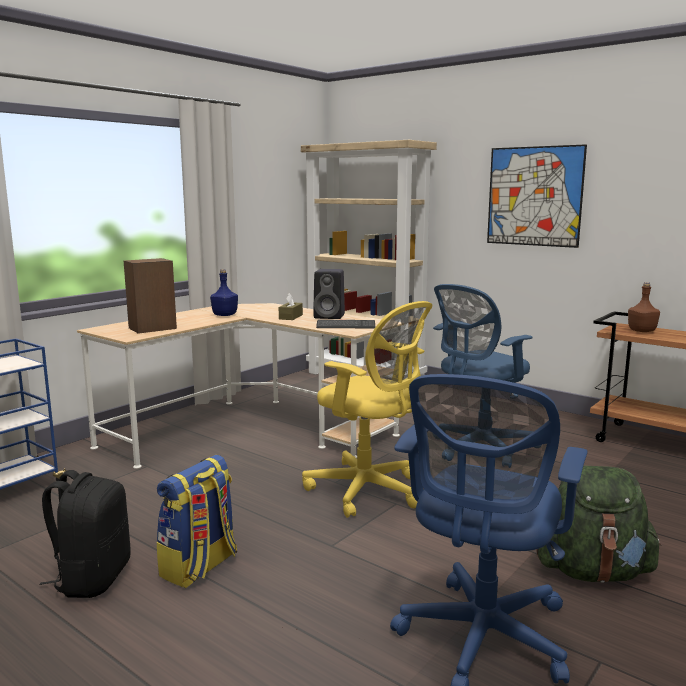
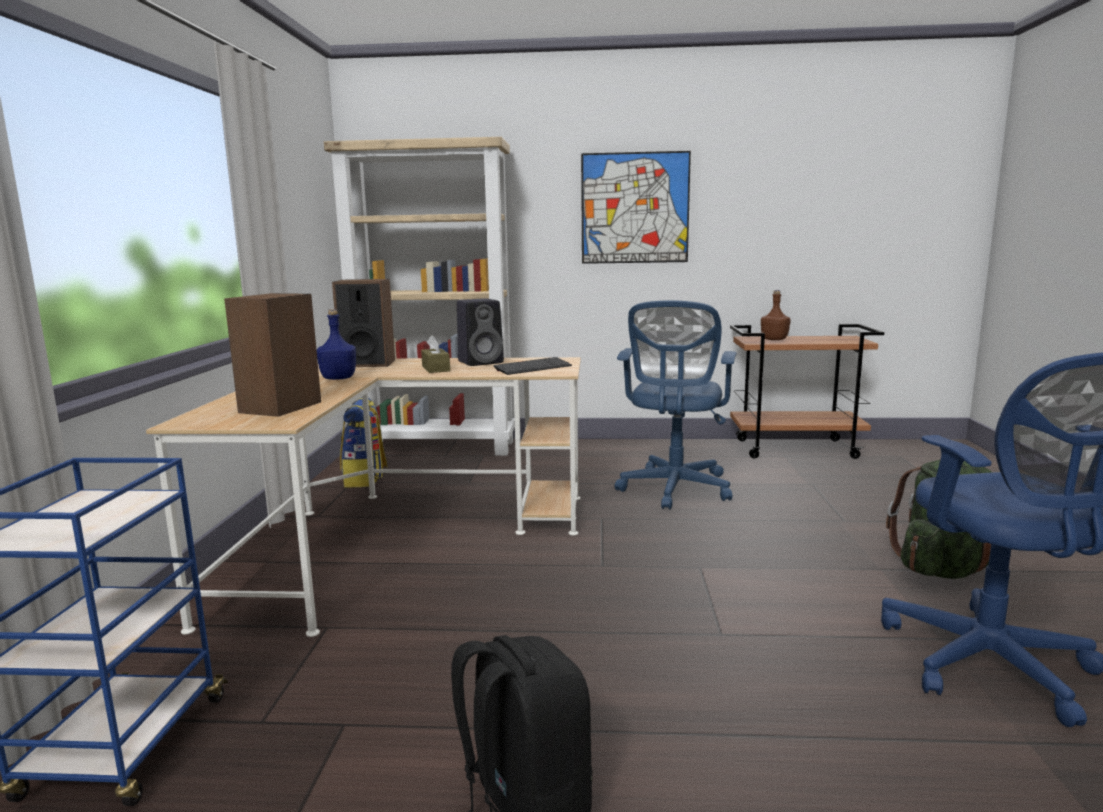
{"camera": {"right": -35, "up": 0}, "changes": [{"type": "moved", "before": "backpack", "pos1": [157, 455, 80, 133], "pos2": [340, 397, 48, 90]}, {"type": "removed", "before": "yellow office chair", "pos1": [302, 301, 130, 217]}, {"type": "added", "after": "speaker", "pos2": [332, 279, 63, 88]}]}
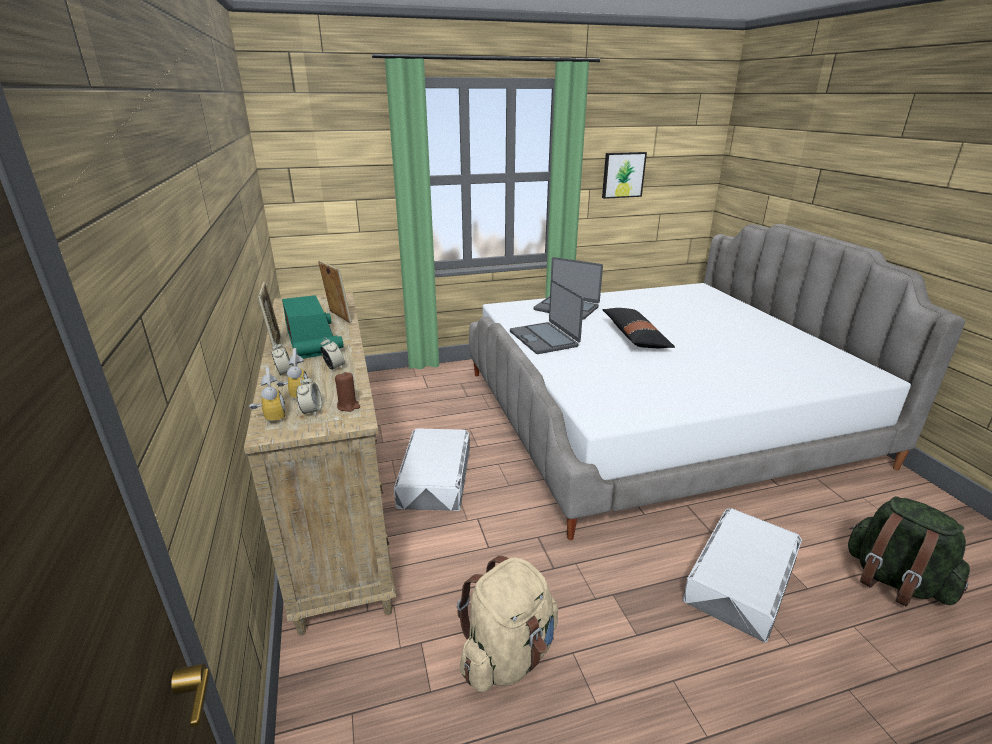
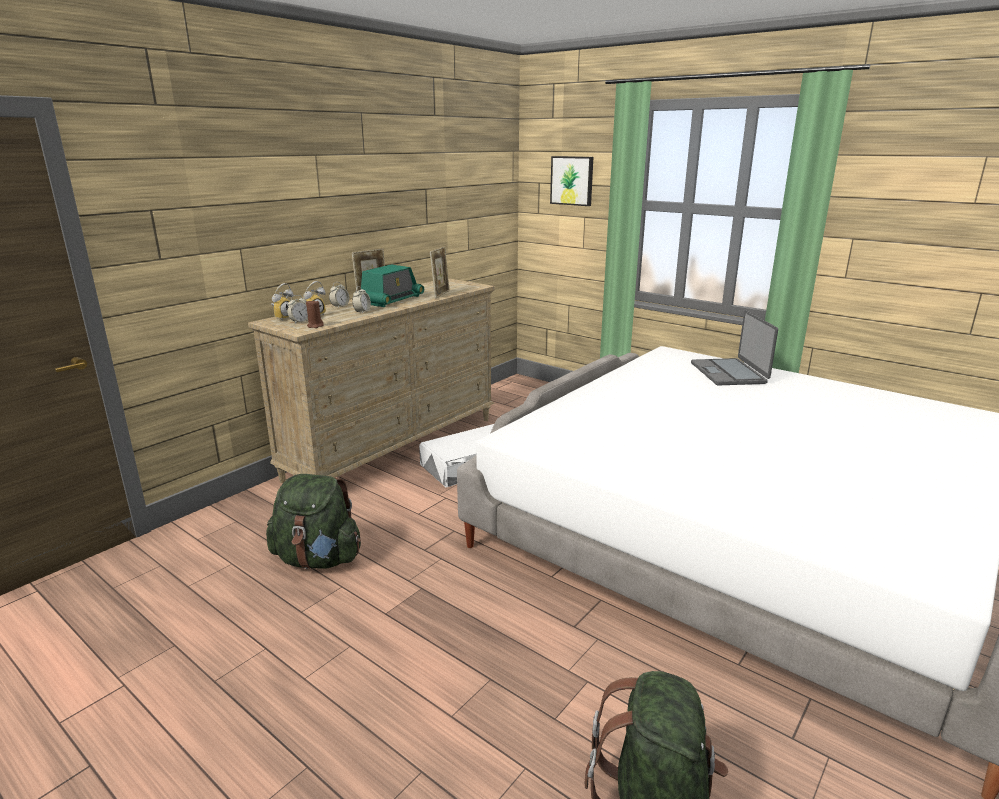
{"camera": {"right": 55, "up": -5}, "changes": [{"type": "recoloured", "before": "beige backpack", "after": "green backpack", "pos1": [457, 556, 101, 136], "pos2": [266, 474, 95, 95]}, {"type": "removed", "before": "laptop", "pos1": [510, 279, 74, 75]}, {"type": "moved", "before": "picture", "pos1": [602, 152, 45, 47], "pos2": [550, 156, 43, 50]}, {"type": "removed", "before": "black pillow", "pos1": [602, 308, 73, 40]}, {"type": "removed", "before": "white storage box", "pos1": [683, 508, 119, 135]}]}
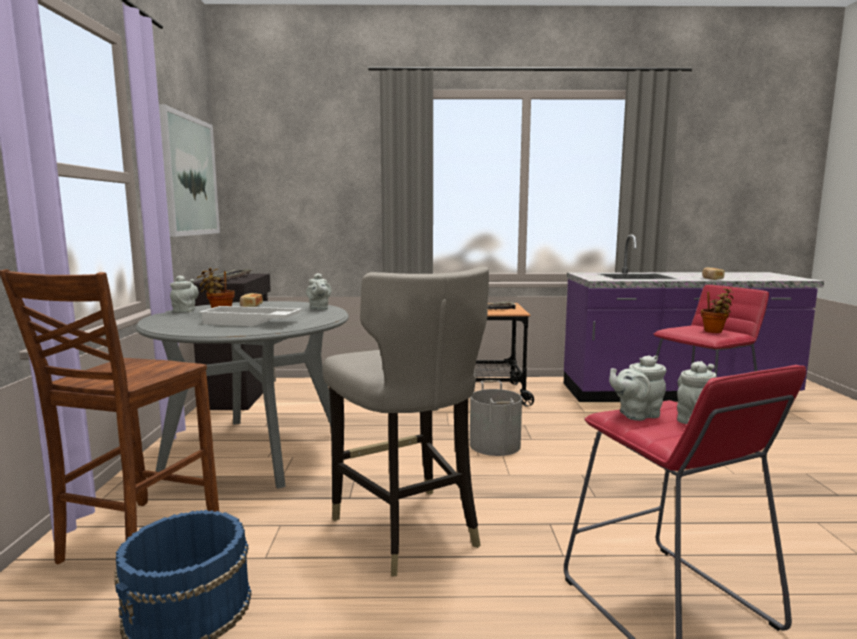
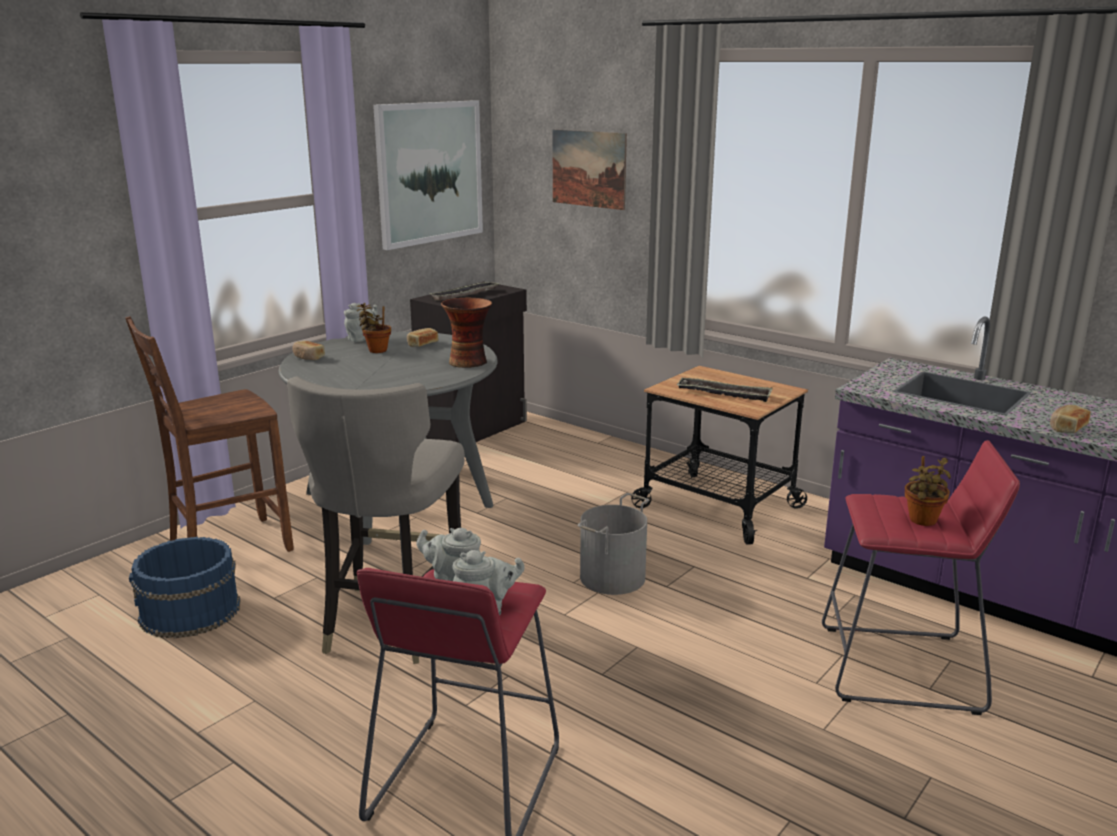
{"camera": {"right": 40, "up": 10}, "changes": [{"type": "removed", "before": "white tray", "pos1": [199, 306, 103, 20]}, {"type": "replaced", "before": "grey teapot", "after": "vase", "pos1": [306, 273, 25, 37], "pos2": [441, 298, 51, 70]}, {"type": "added", "after": "bread", "pos2": [292, 341, 33, 19]}, {"type": "added", "after": "picture", "pos2": [553, 129, 74, 81]}]}
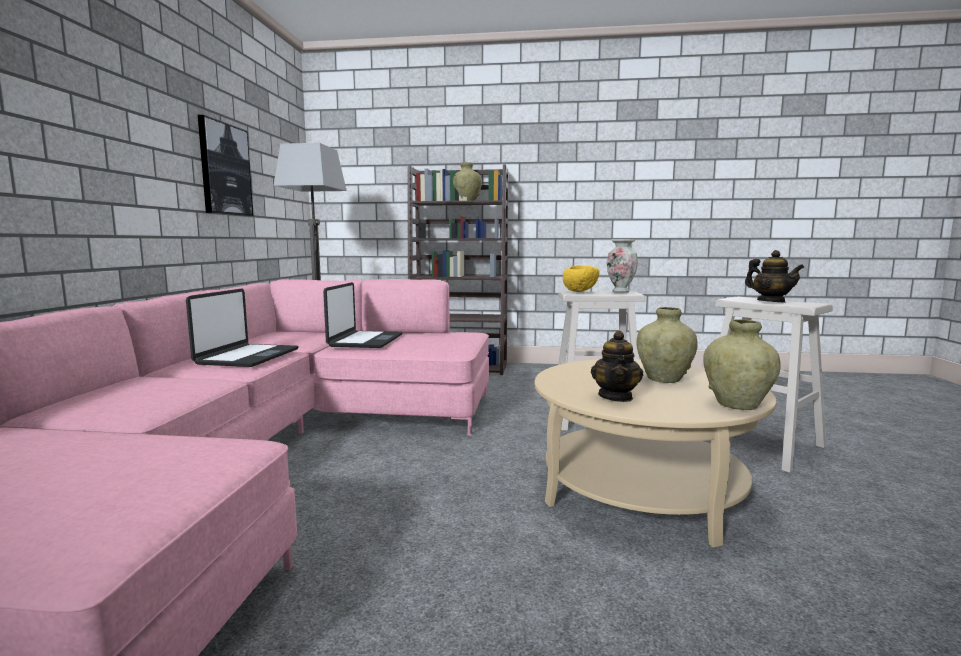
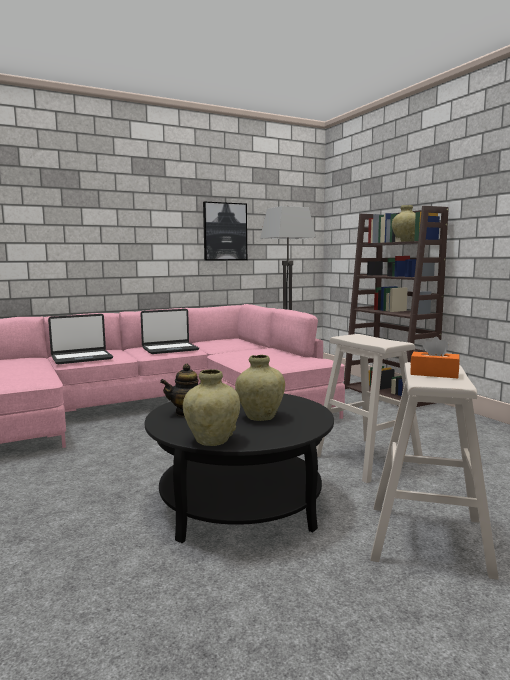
{"camera": {"right": 55, "up": 0}, "changes": [{"type": "moved", "before": "laptop", "pos1": [323, 282, 80, 66], "pos2": [48, 314, 65, 50]}, {"type": "recoloured", "before": "beige coffee table", "after": "black coffee table", "pos1": [534, 359, 242, 189], "pos2": [145, 394, 189, 149]}, {"type": "removed", "before": "yellow bowl", "pos1": [563, 265, 36, 27]}, {"type": "removed", "before": "vase", "pos1": [606, 239, 32, 54]}, {"type": "replaced", "before": "teapot", "after": "orange tissue box", "pos1": [745, 250, 59, 52], "pos2": [410, 337, 50, 41]}]}
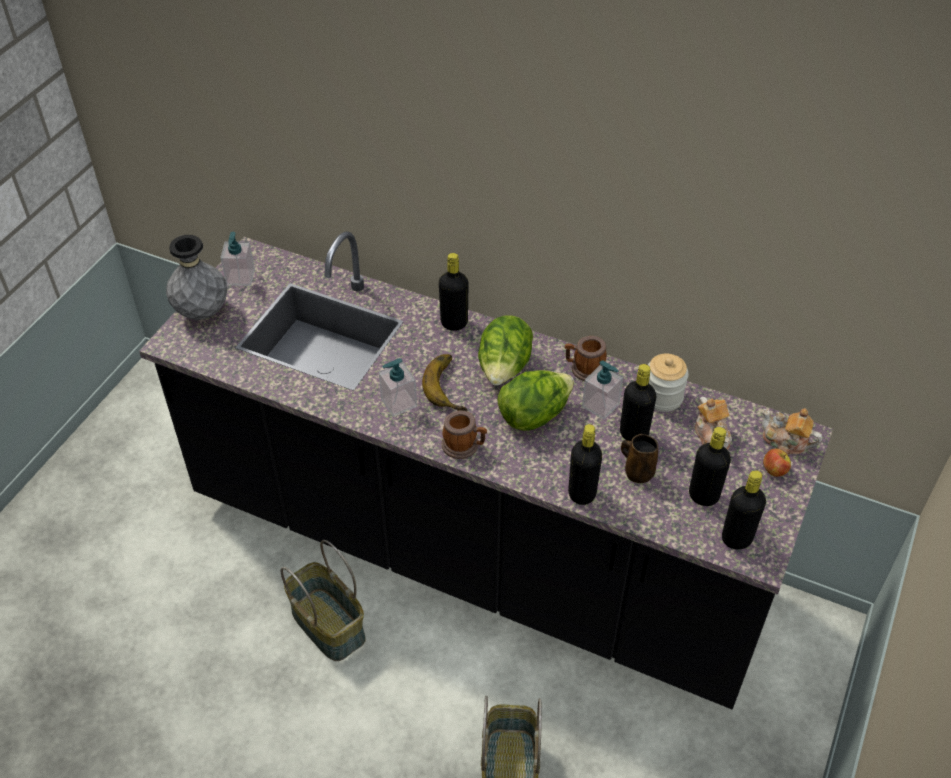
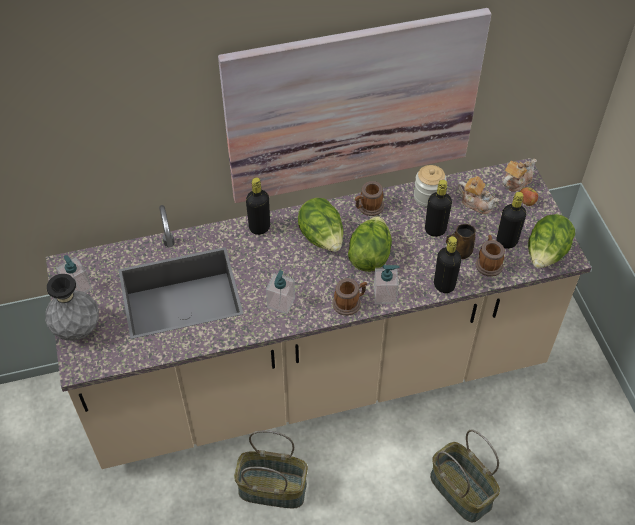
{"camera": {"right": -40, "up": 5}, "changes": [{"type": "recoloured", "before": "black counter", "after": "beige counter", "pos1": [139, 231, 694, 478], "pos2": [46, 158, 546, 311]}, {"type": "removed", "before": "banana", "pos1": [422, 354, 45, 57]}, {"type": "moved", "before": "soap dispenser", "pos1": [582, 360, 41, 60], "pos2": [374, 265, 26, 39]}, {"type": "replaced", "before": "black bottle", "after": "lettuce", "pos1": [722, 470, 44, 80], "pos2": [528, 214, 47, 54]}, {"type": "turned", "before": "teapot", "pos1": [762, 408, 60, 47], "pos2": [502, 159, 35, 33], "turn": 150}, {"type": "added", "after": "picture", "pos2": [218, 8, 273, 195]}, {"type": "added", "after": "mug", "pos2": [476, 235, 29, 42]}]}
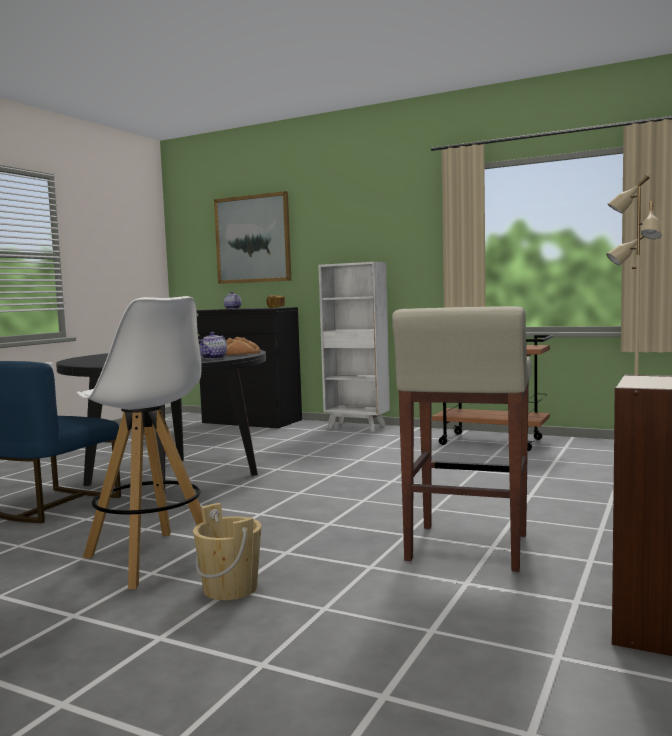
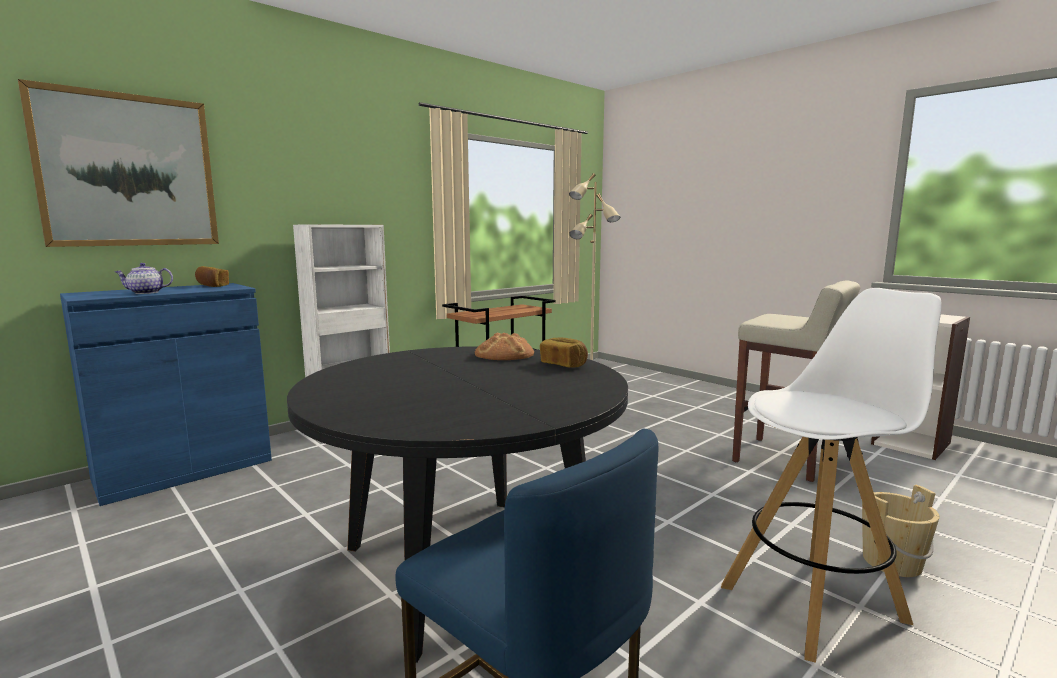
{"camera": {"right": -70, "up": 5}, "changes": [{"type": "recoloured", "before": "black cabinet", "after": "blue cabinet", "pos1": [197, 307, 105, 121], "pos2": [60, 283, 212, 223]}, {"type": "replaced", "before": "teapot", "after": "bread", "pos1": [199, 332, 28, 27], "pos2": [540, 337, 48, 31]}]}
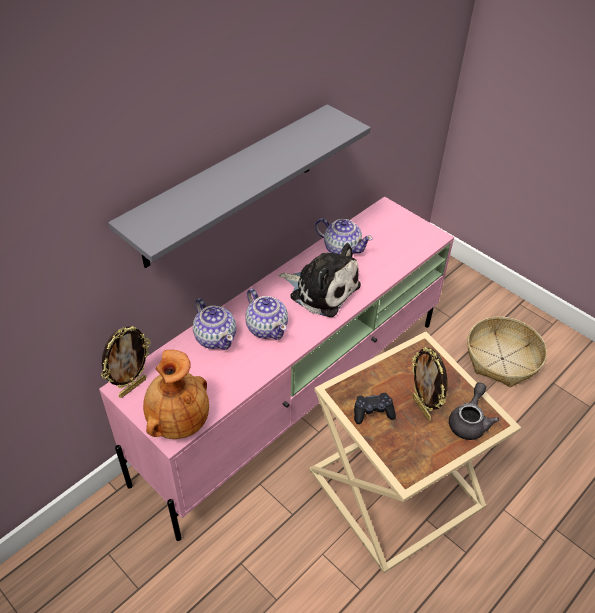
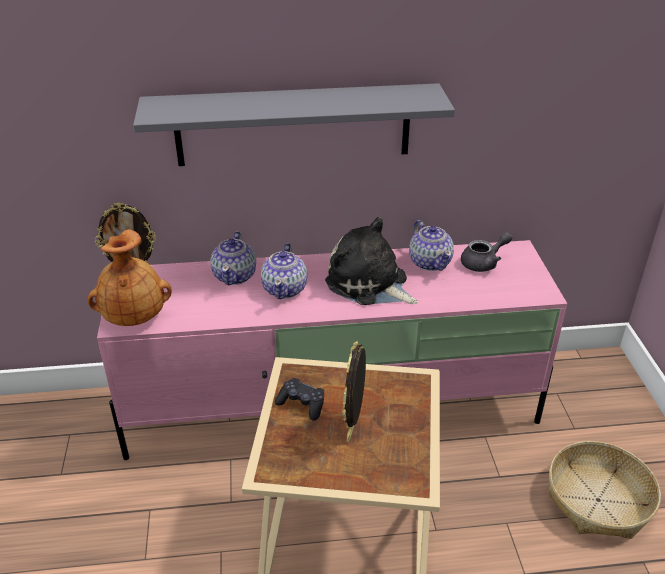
{"camera": {"right": 40, "up": -10}, "changes": [{"type": "turned", "before": "plush toy", "pos1": [279, 243, 82, 74], "pos2": [325, 217, 93, 88], "turn": 150}, {"type": "moved", "before": "grey teapot", "pos1": [449, 382, 50, 58], "pos2": [461, 232, 51, 40]}]}
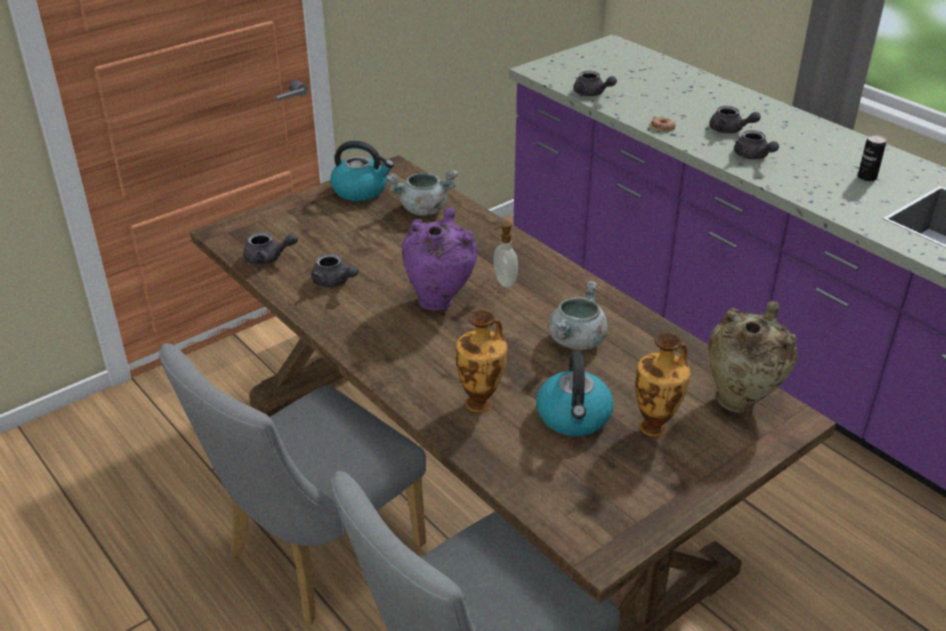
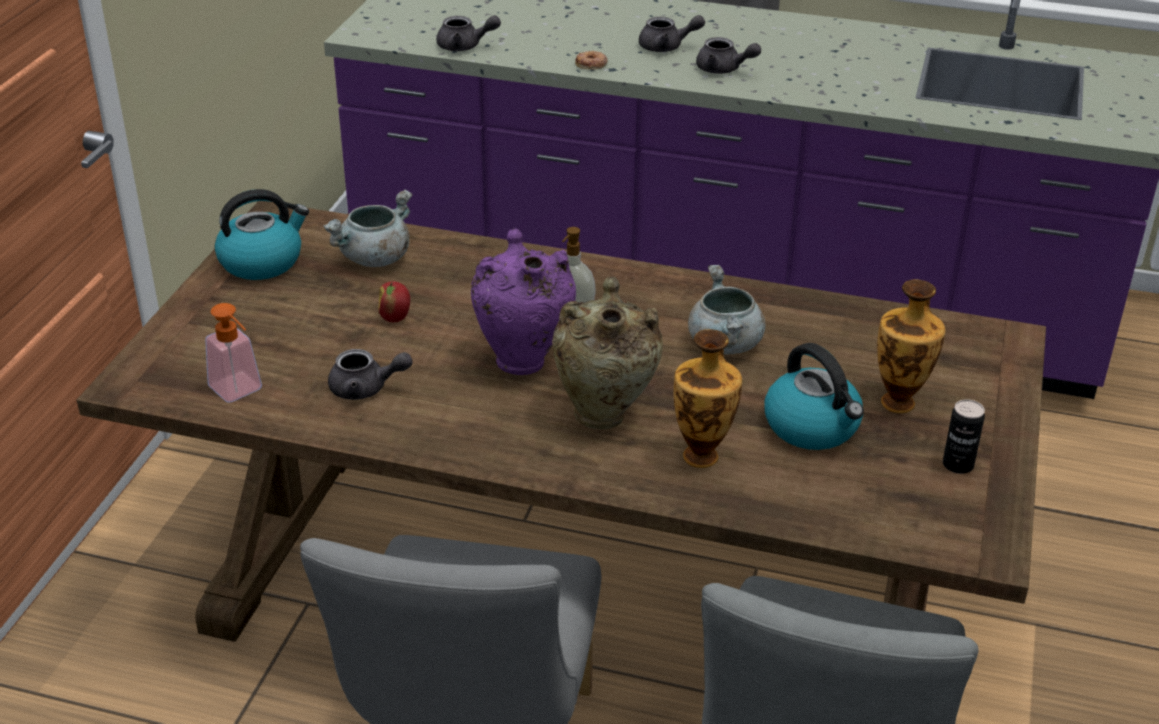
{"camera": {"right": -35, "up": 0}, "changes": [{"type": "replaced", "before": "grey teapot", "after": "soap dispenser", "pos1": [243, 232, 55, 33], "pos2": [205, 303, 57, 100]}, {"type": "moved", "before": "beige vase", "pos1": [709, 301, 89, 112], "pos2": [552, 277, 111, 152]}, {"type": "moved", "before": "can", "pos1": [858, 135, 28, 47], "pos2": [943, 399, 42, 75]}, {"type": "added", "after": "apple", "pos2": [378, 281, 32, 41]}]}
